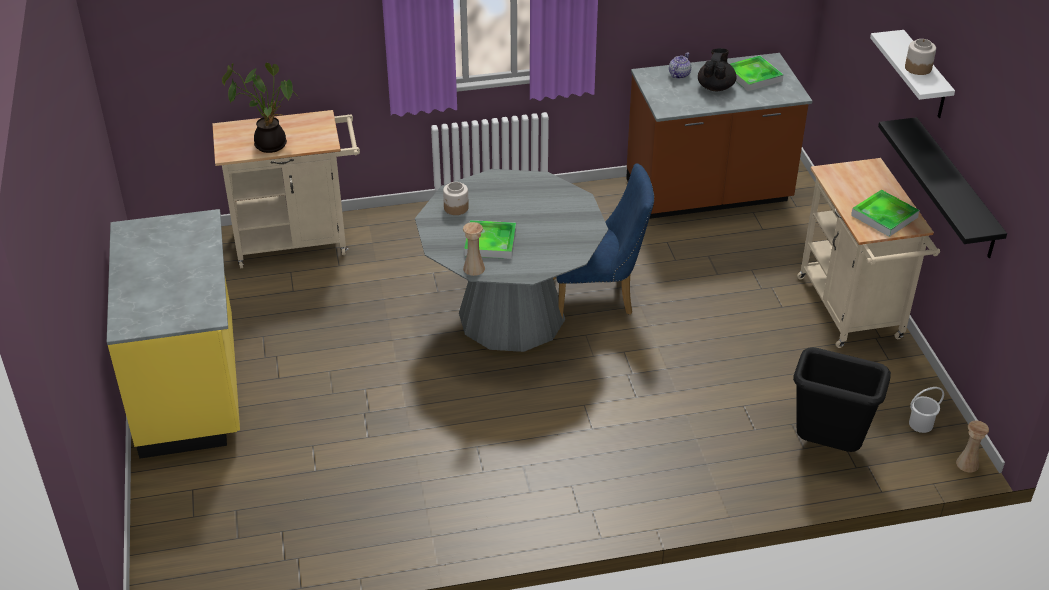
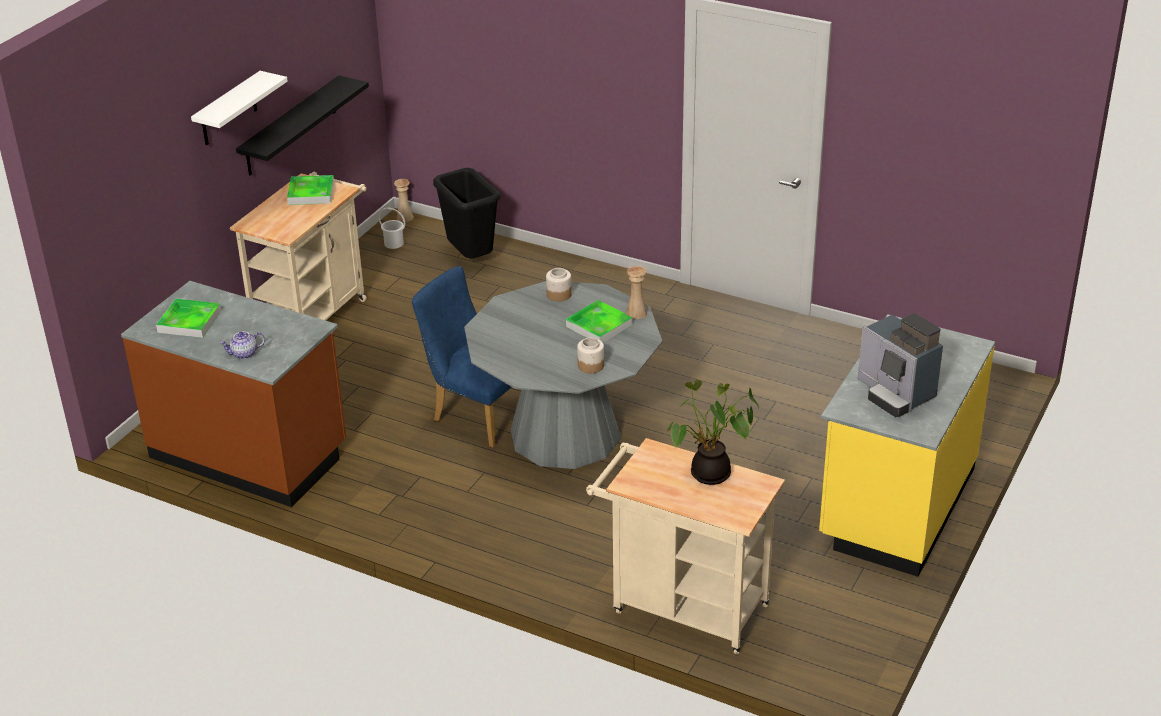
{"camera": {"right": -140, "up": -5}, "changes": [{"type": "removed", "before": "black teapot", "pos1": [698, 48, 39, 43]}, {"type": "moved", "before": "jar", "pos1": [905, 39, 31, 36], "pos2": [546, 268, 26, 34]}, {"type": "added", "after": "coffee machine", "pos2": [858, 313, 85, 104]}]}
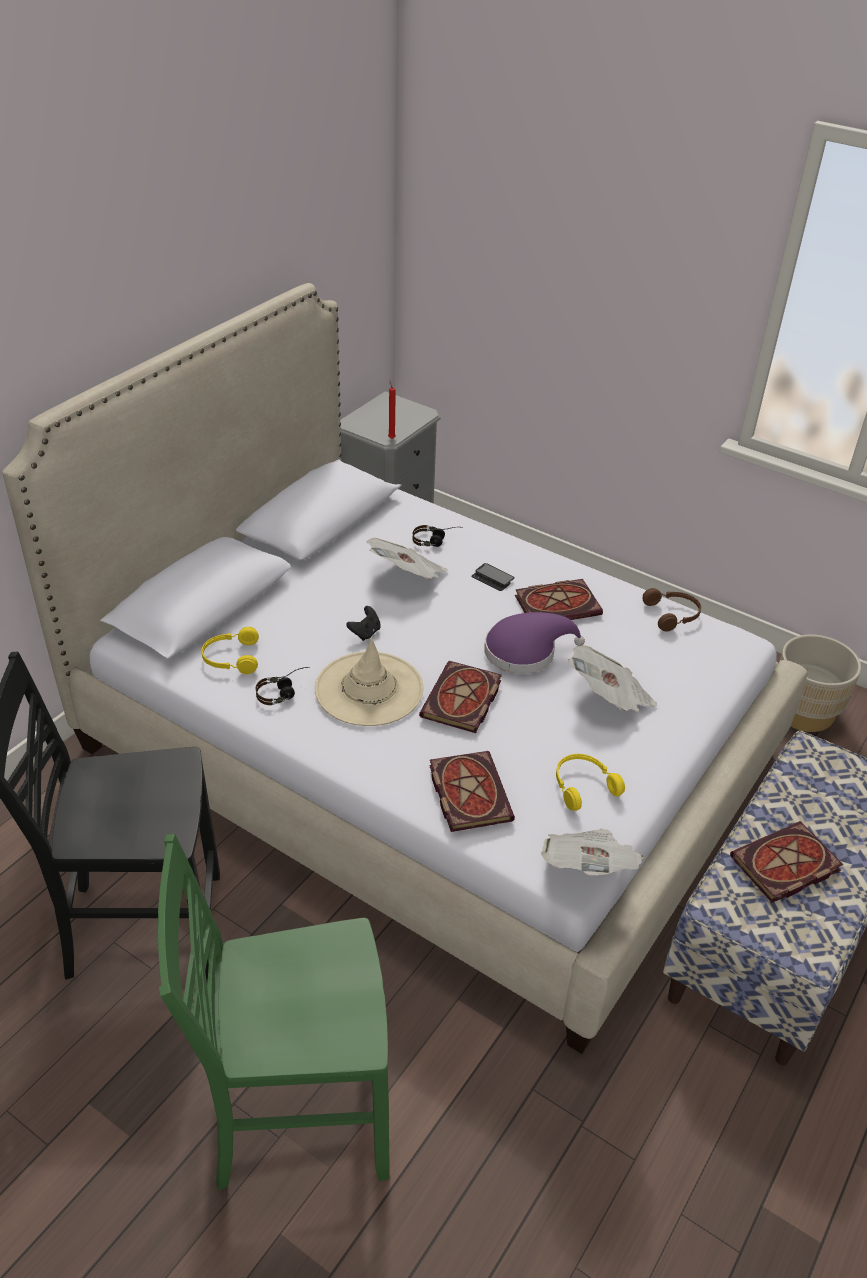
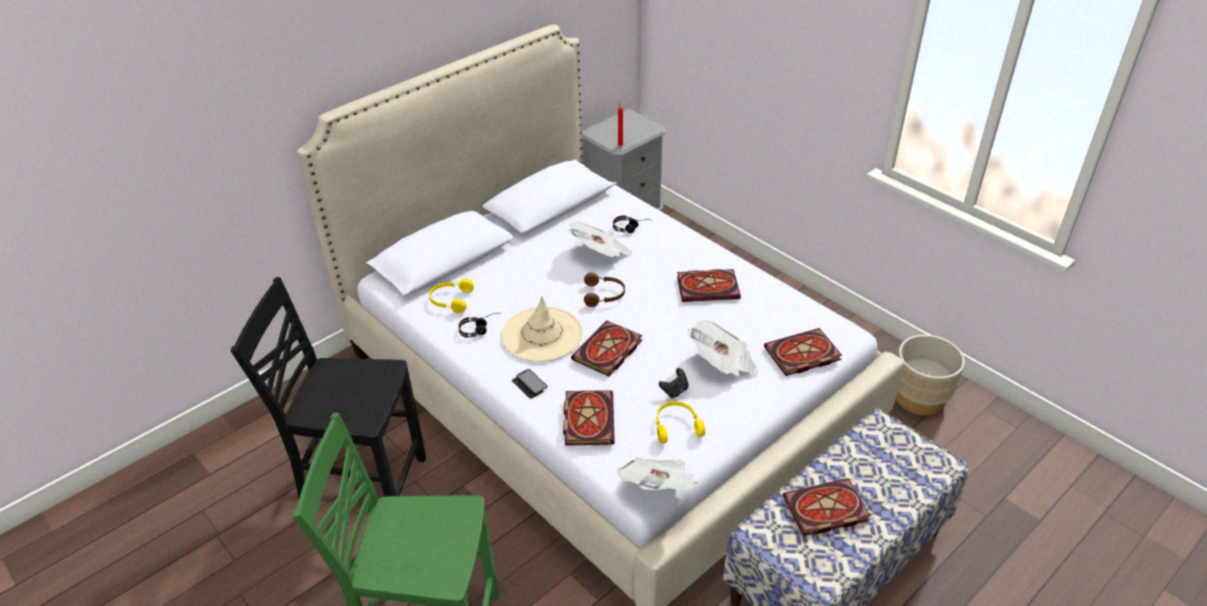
{"camera": {"right": 15, "up": 0}, "changes": [{"type": "moved", "before": "black game controller", "pos1": [346, 606, 35, 35], "pos2": [659, 368, 29, 30]}, {"type": "moved", "before": "phone", "pos1": [471, 563, 43, 28], "pos2": [512, 369, 36, 30]}, {"type": "removed", "before": "purple hat", "pos1": [484, 612, 101, 62]}, {"type": "moved", "before": "brown headphones", "pos1": [643, 588, 58, 44], "pos2": [584, 272, 41, 35]}, {"type": "added", "after": "book", "pos2": [764, 328, 78, 48]}]}
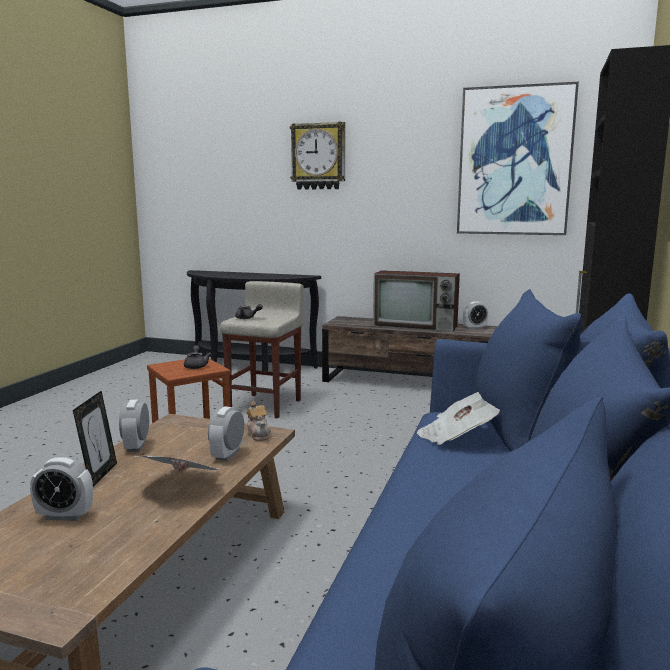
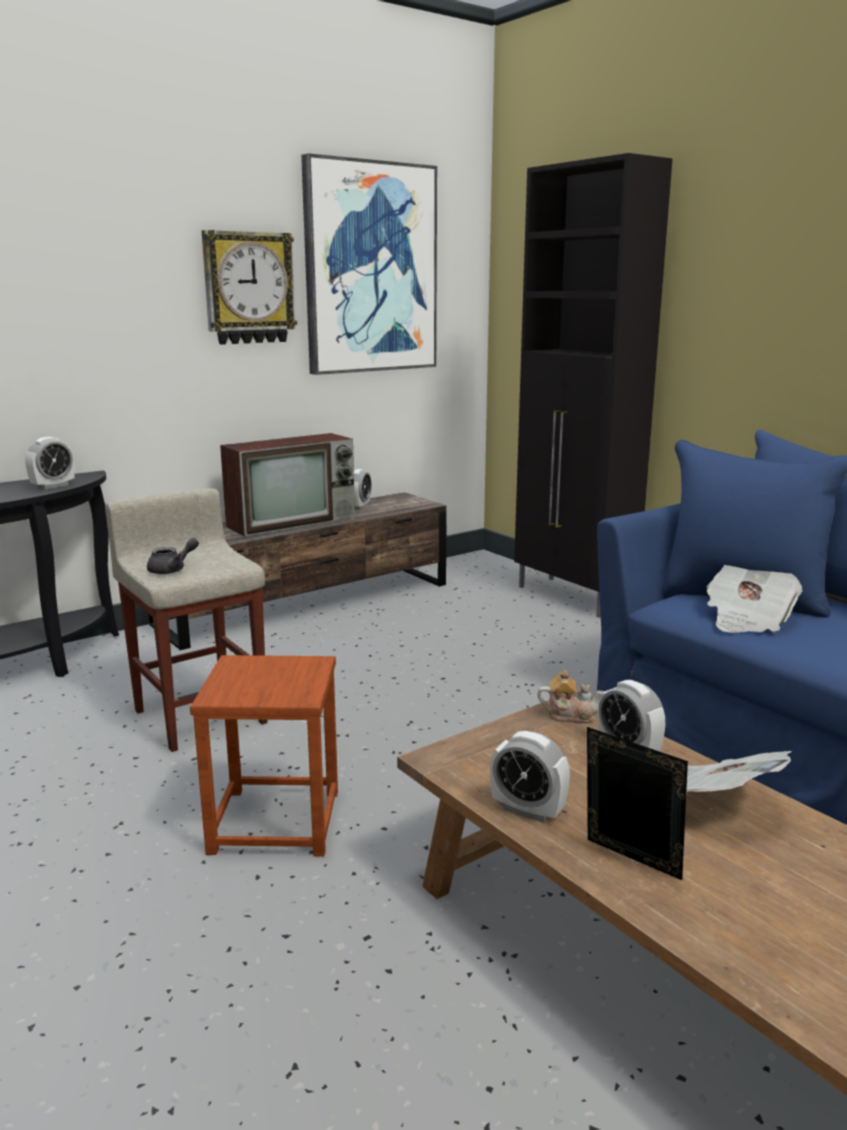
{"camera": {"right": -55, "up": 5}, "changes": [{"type": "moved", "before": "alarm clock", "pos1": [30, 457, 63, 64], "pos2": [25, 437, 50, 52]}, {"type": "removed", "before": "grey teapot", "pos1": [184, 345, 27, 24]}, {"type": "moved", "before": "wall clock", "pos1": [290, 122, 55, 68], "pos2": [202, 230, 95, 115]}]}
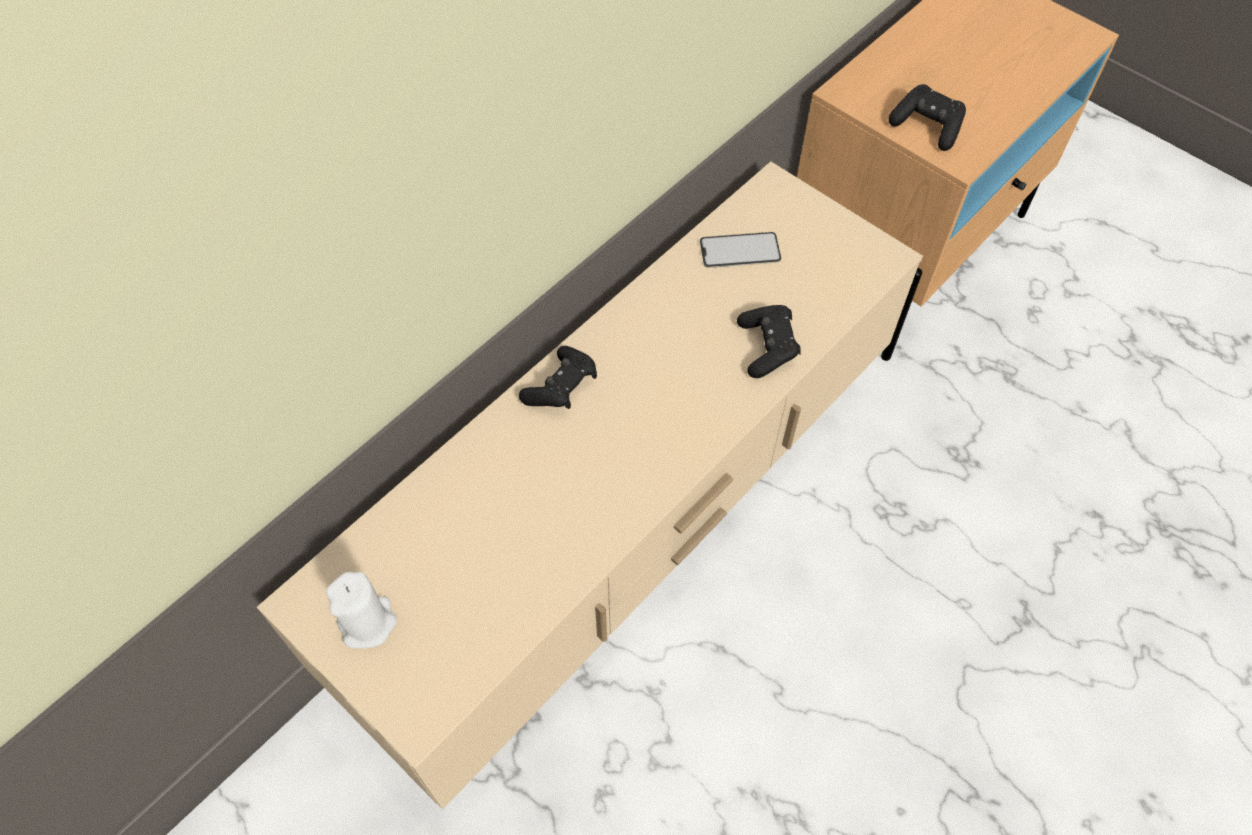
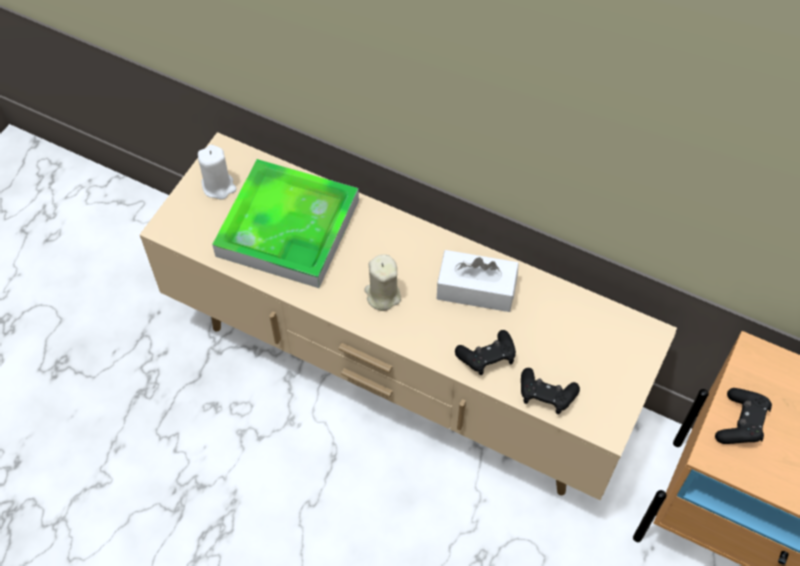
{"camera": {"right": 75, "up": 0}, "changes": [{"type": "moved", "before": "black game controller", "pos1": [519, 346, 78, 63], "pos2": [521, 368, 59, 46]}, {"type": "removed", "before": "phone", "pos1": [700, 232, 81, 36]}, {"type": "added", "after": "tray", "pos2": [212, 159, 147, 129]}, {"type": "added", "after": "beige candle", "pos2": [364, 254, 37, 57]}, {"type": "added", "after": "white tissue box", "pos2": [437, 250, 82, 62]}]}
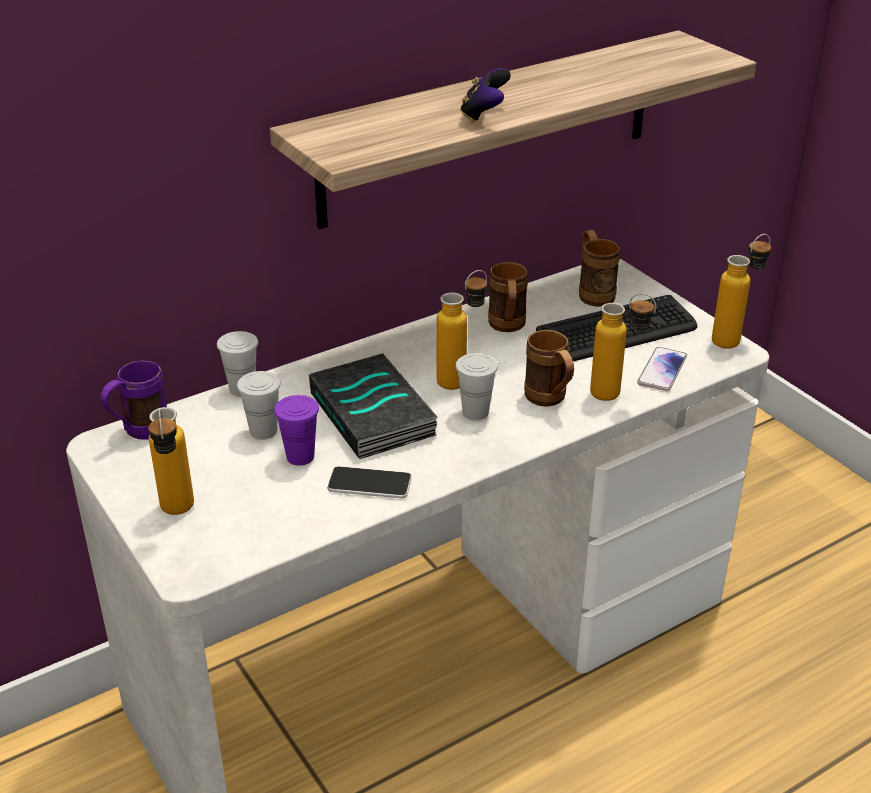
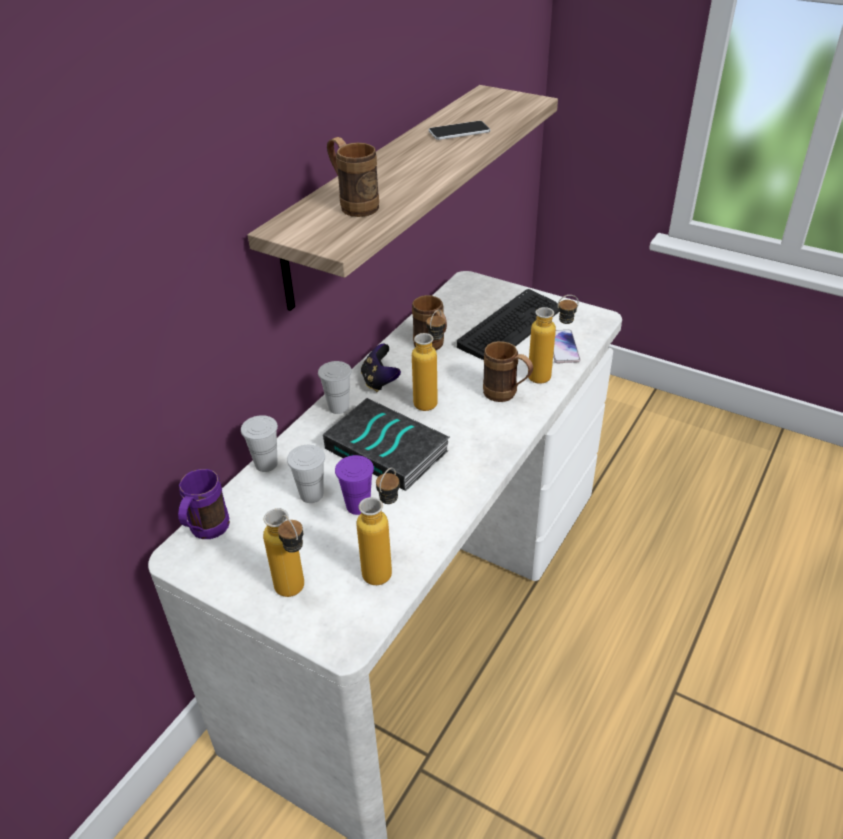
{"camera": {"right": -25, "up": 5}, "changes": [{"type": "moved", "before": "phone", "pos1": [327, 466, 85, 32], "pos2": [429, 121, 61, 19]}, {"type": "moved", "before": "white cup", "pos1": [455, 353, 43, 68], "pos2": [318, 361, 34, 53]}, {"type": "moved", "before": "game controller", "pos1": [460, 68, 51, 55], "pos2": [361, 344, 40, 48]}, {"type": "moved", "before": "brown mug", "pos1": [579, 230, 41, 77], "pos2": [327, 137, 52, 80]}, {"type": "moved", "before": "bottle", "pos1": [712, 234, 59, 115], "pos2": [356, 468, 43, 117]}]}
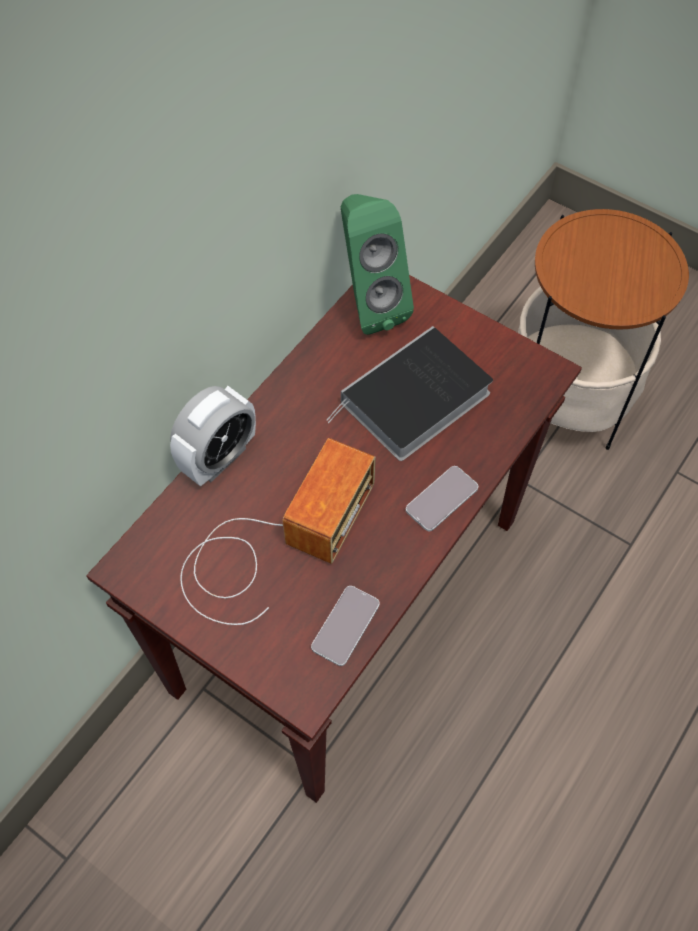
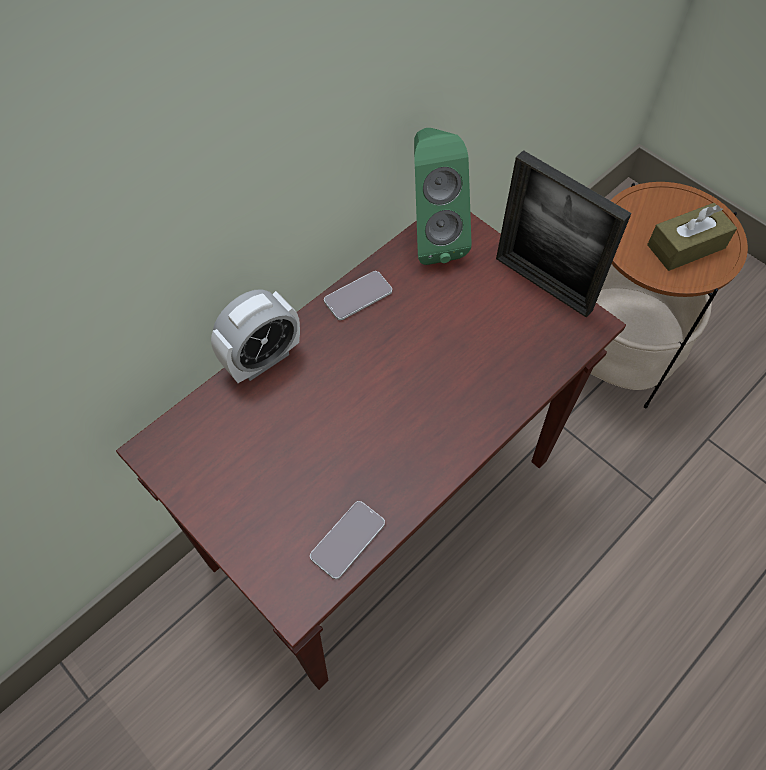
{"camera": {"right": 10, "up": 0}, "changes": [{"type": "removed", "before": "radio", "pos1": [180, 438, 196, 187]}, {"type": "removed", "before": "book", "pos1": [326, 326, 167, 135]}, {"type": "moved", "before": "phone", "pos1": [406, 466, 72, 65], "pos2": [324, 271, 68, 49]}, {"type": "added", "after": "picture frame", "pos2": [496, 150, 135, 168]}, {"type": "added", "after": "brown tissue box", "pos2": [647, 203, 90, 68]}]}
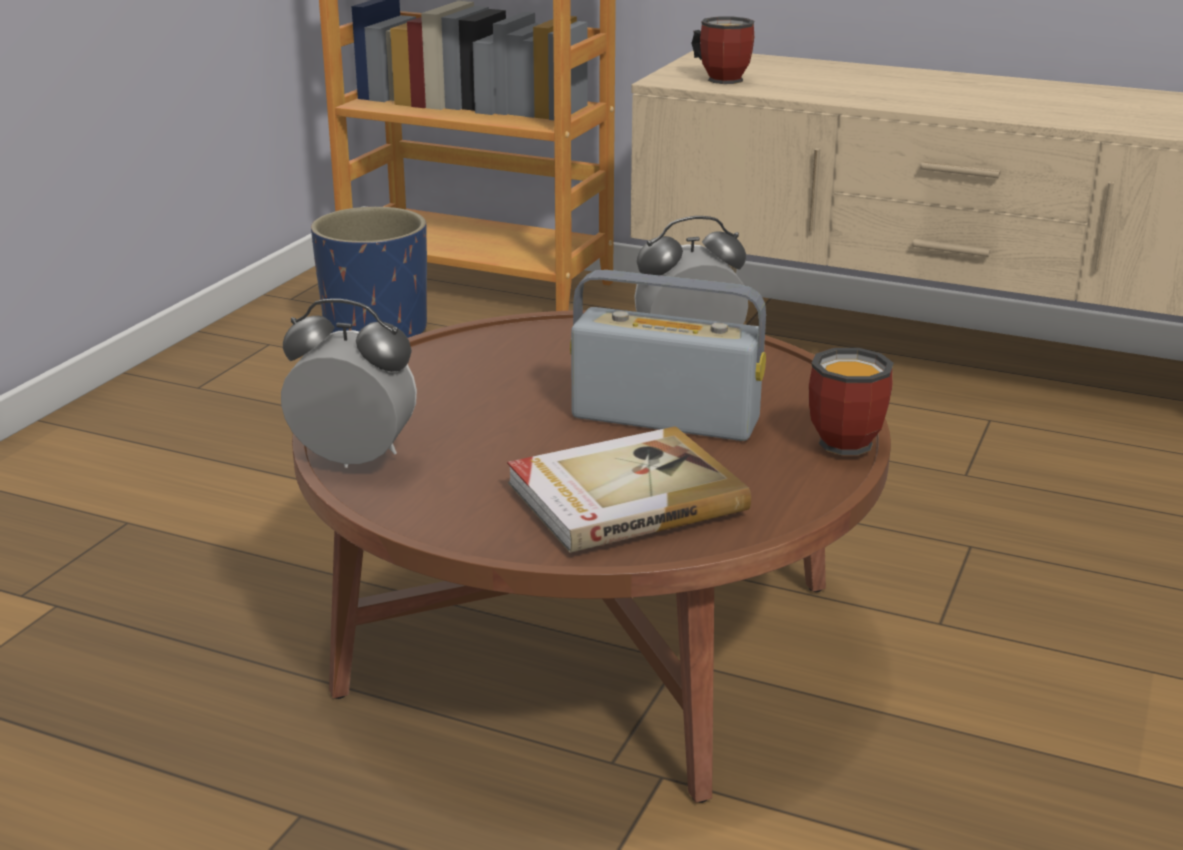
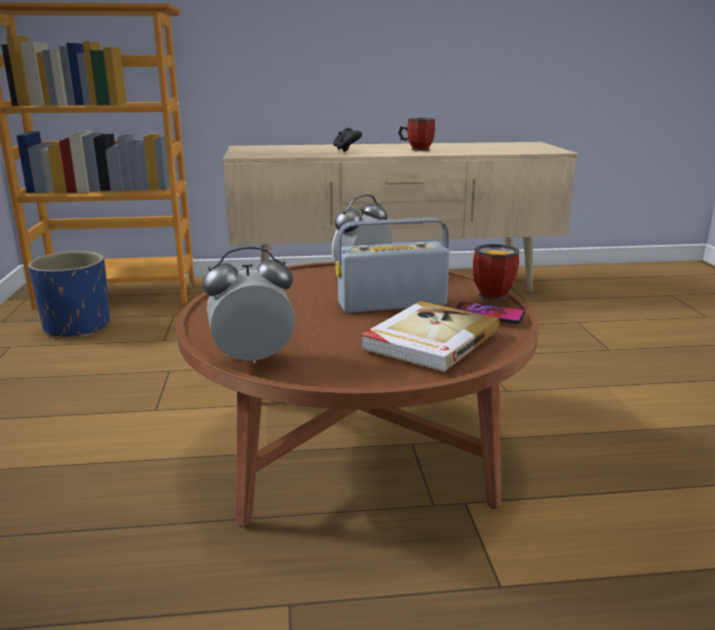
{"camera": {"right": -30, "up": -5}, "changes": [{"type": "moved", "before": "mug", "pos1": [691, 16, 63, 68], "pos2": [398, 118, 37, 33]}, {"type": "added", "after": "black game controller", "pos2": [333, 128, 29, 24]}, {"type": "added", "after": "phone", "pos2": [454, 302, 71, 22]}]}
